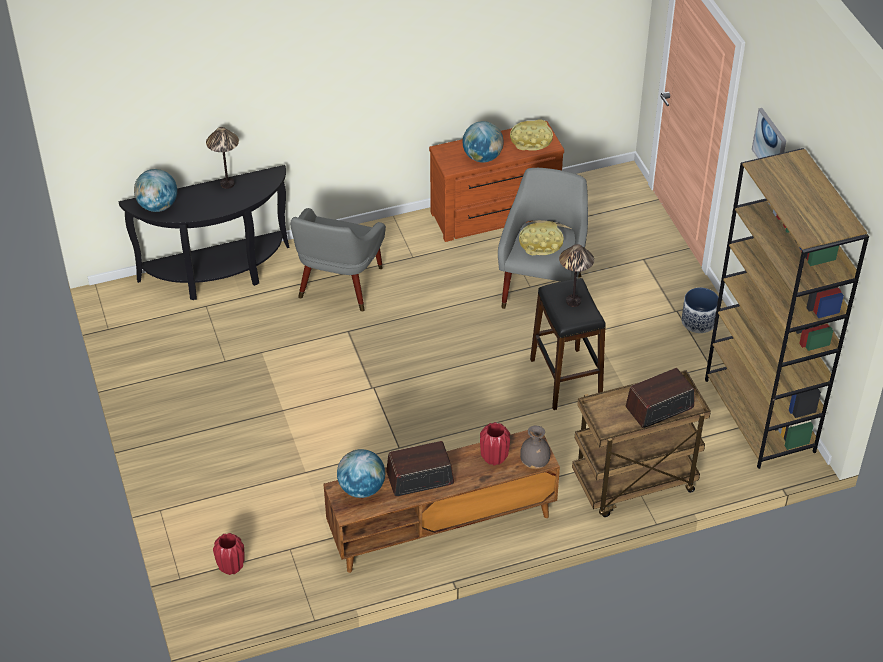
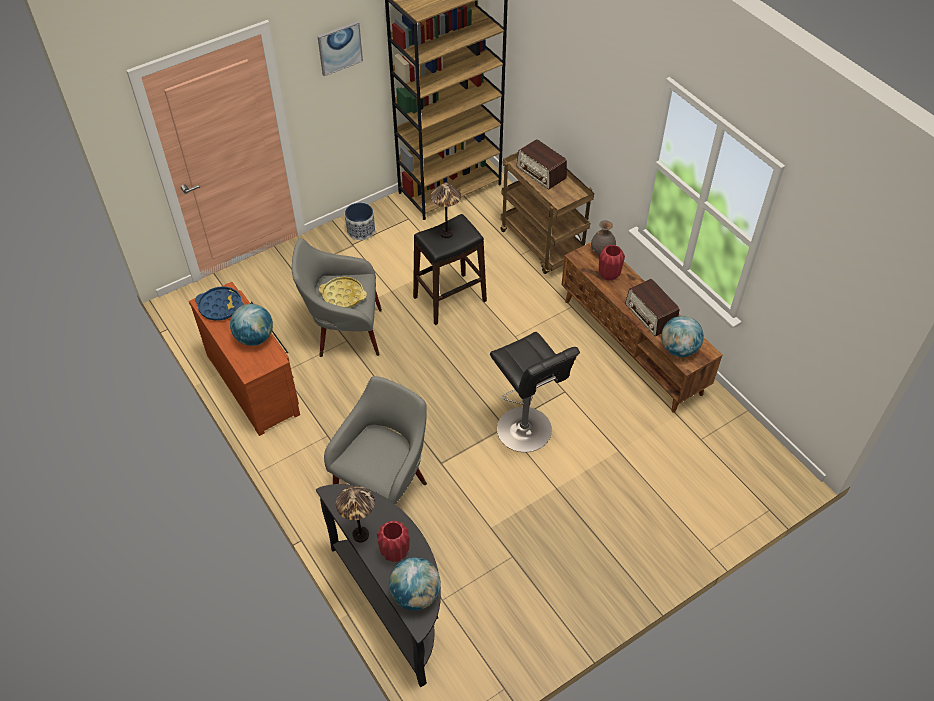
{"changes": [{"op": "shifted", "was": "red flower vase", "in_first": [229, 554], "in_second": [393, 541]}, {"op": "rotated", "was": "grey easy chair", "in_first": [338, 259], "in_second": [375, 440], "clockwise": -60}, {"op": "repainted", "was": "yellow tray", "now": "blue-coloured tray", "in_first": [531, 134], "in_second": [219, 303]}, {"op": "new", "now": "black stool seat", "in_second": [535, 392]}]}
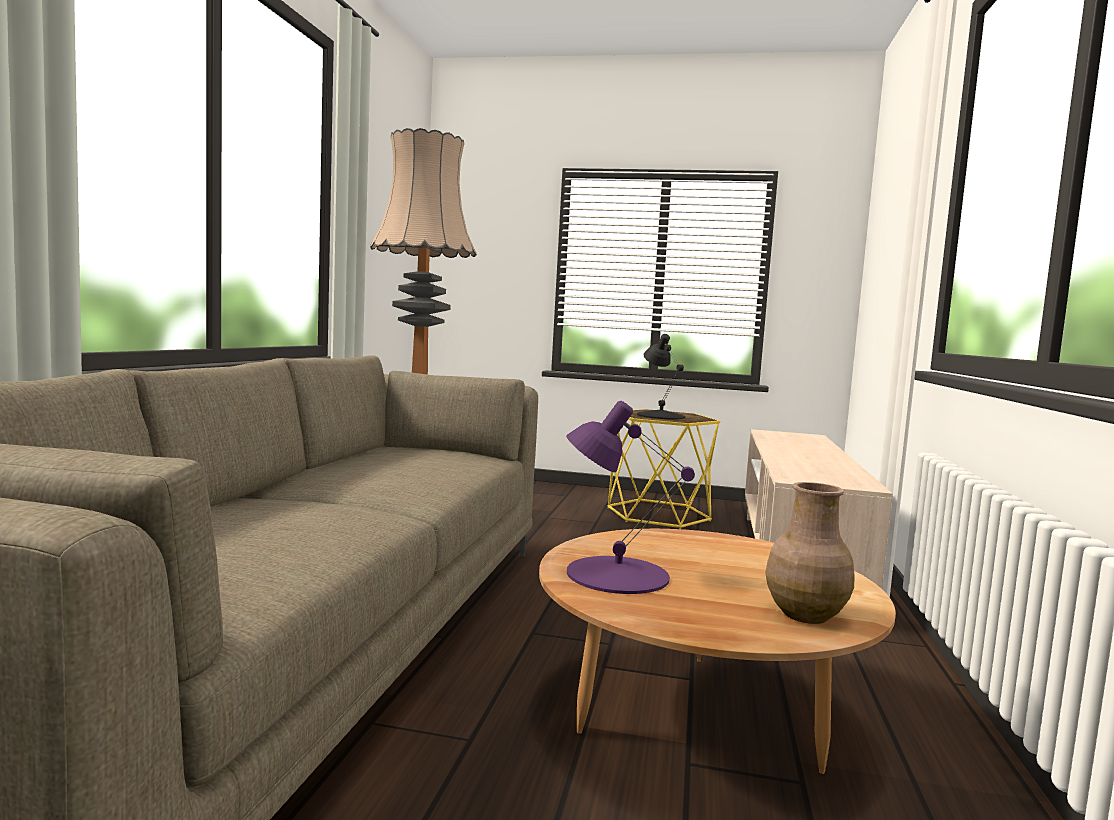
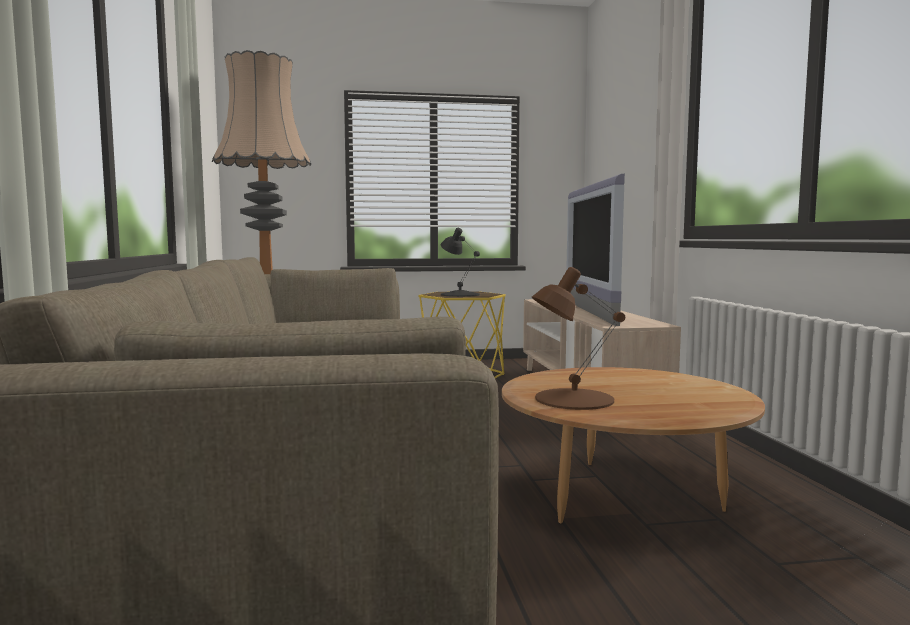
{"changes": [{"op": "repainted", "was": "purplish tabletop lamp", "now": "brown tabletop lamp", "in_first": [630, 497], "in_second": [578, 338]}, {"op": "gone", "was": "brown flower vase", "in_first": [809, 553]}, {"op": "new", "now": "TV", "in_second": [595, 250]}]}
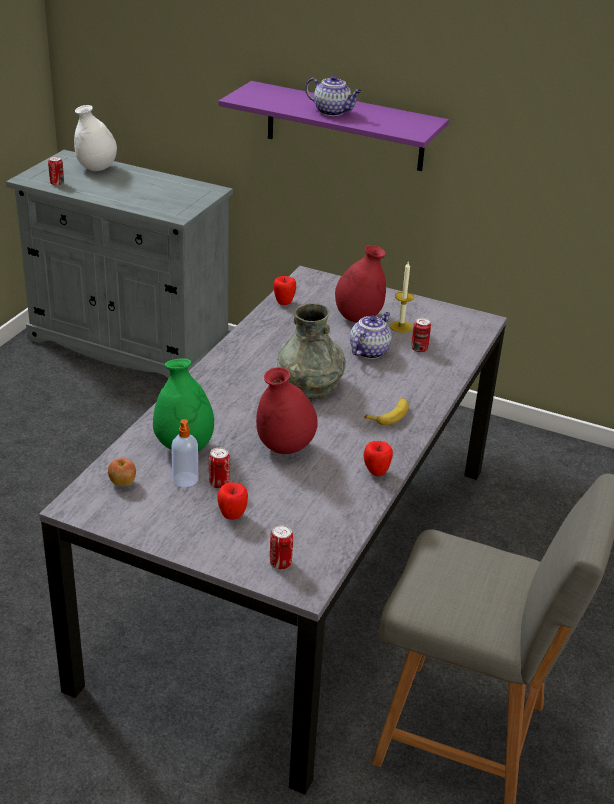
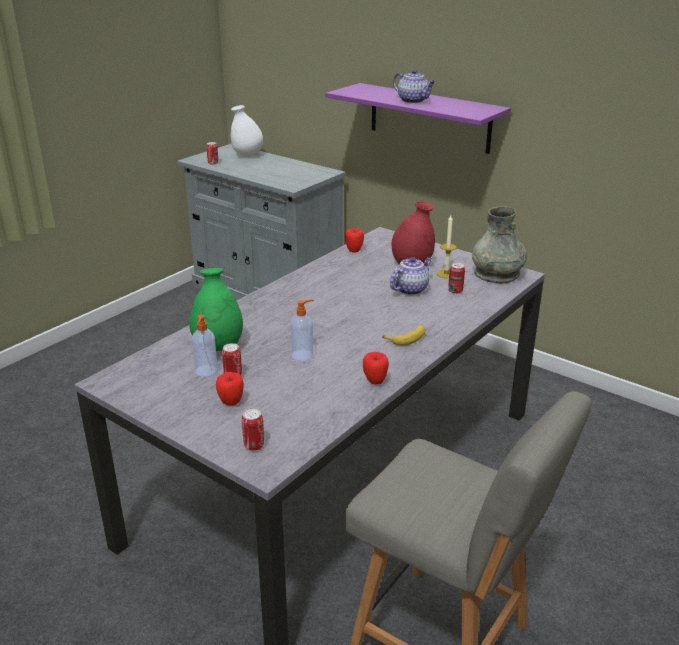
{"changes": [{"op": "gone", "was": "whole apple", "in_first": [122, 472]}, {"op": "swapped", "was": "red flower vase", "now": "soap bottle", "in_first": [287, 410], "in_second": [302, 330]}, {"op": "shifted", "was": "grey flower vase", "in_first": [311, 351], "in_second": [499, 244]}]}
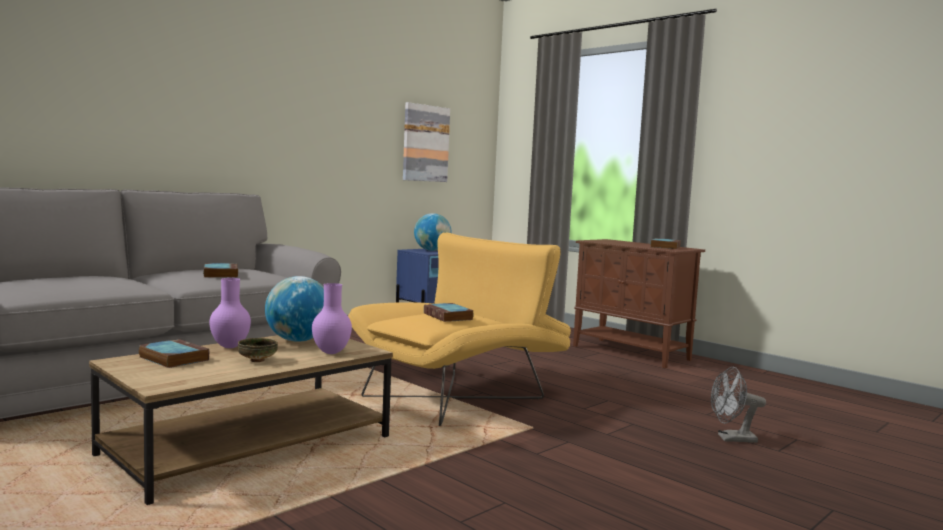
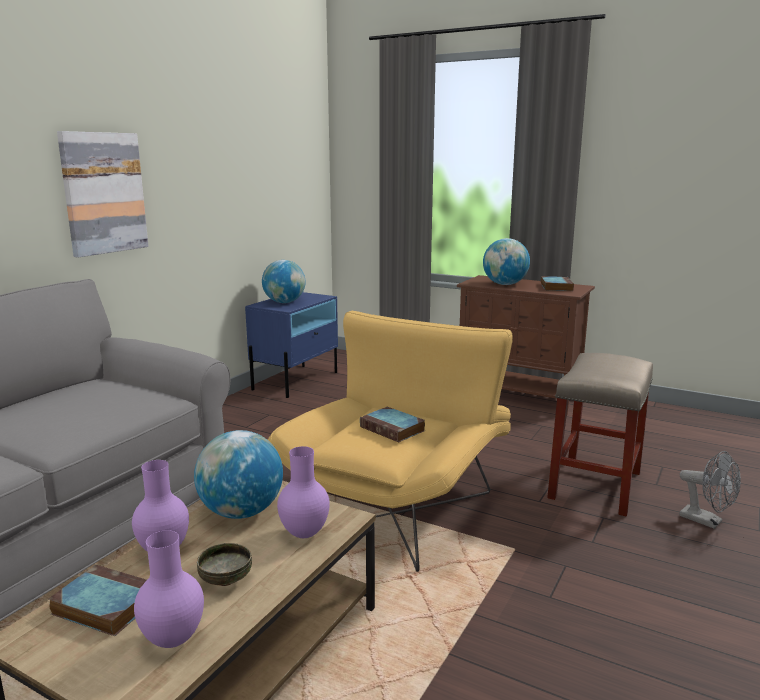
{"changes": [{"op": "gone", "was": "volume", "in_first": [220, 270]}, {"op": "shifted", "was": "picture", "in_first": [426, 142], "in_second": [102, 194]}, {"op": "rotated", "was": "grey cooling fan", "in_first": [738, 405], "in_second": [710, 490], "clockwise": -120}, {"op": "new", "now": "purplish flower vase", "in_second": [169, 589]}, {"op": "new", "now": "desk globe", "in_second": [506, 261]}, {"op": "new", "now": "beige-coloured stool seat", "in_second": [600, 435]}]}
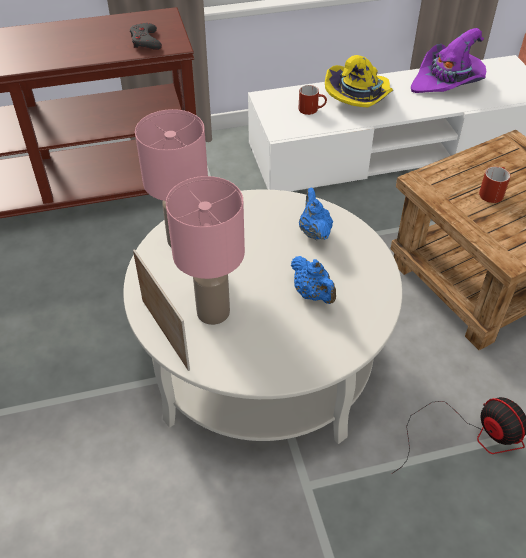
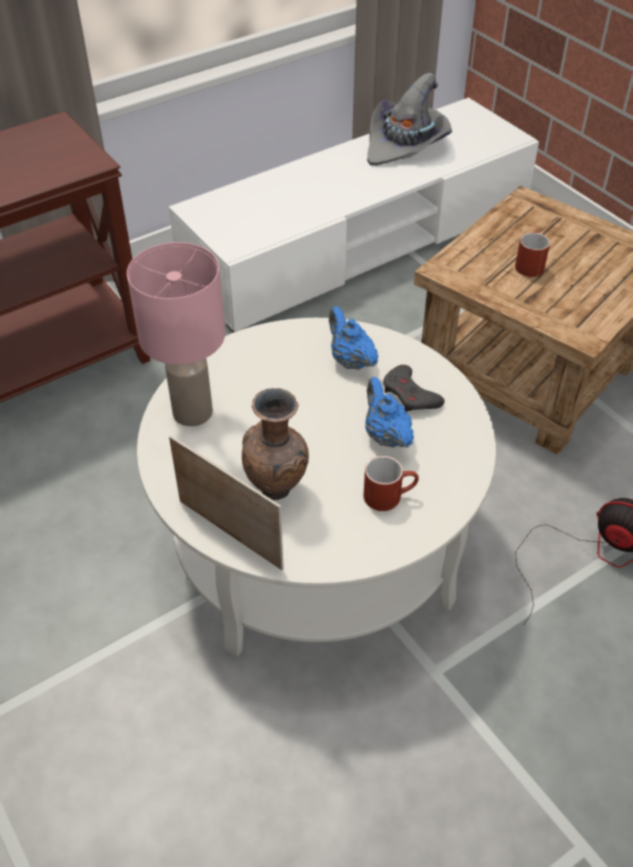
{"changes": [{"op": "shifted", "was": "grey game controller", "in_first": [146, 36], "in_second": [414, 388]}, {"op": "swapped", "was": "pinkish tabletop lamp", "now": "brown flower vase", "in_first": [205, 250], "in_second": [275, 444]}, {"op": "rotated", "was": "blue-coloured tea pot", "in_first": [313, 280], "in_second": [389, 412], "clockwise": -150}, {"op": "shifted", "was": "red tea mug", "in_first": [313, 100], "in_second": [391, 483]}, {"op": "gone", "was": "yellow hat", "in_first": [359, 81]}, {"op": "repainted", "was": "purplish hat", "now": "grey hat", "in_first": [448, 60], "in_second": [409, 119]}]}
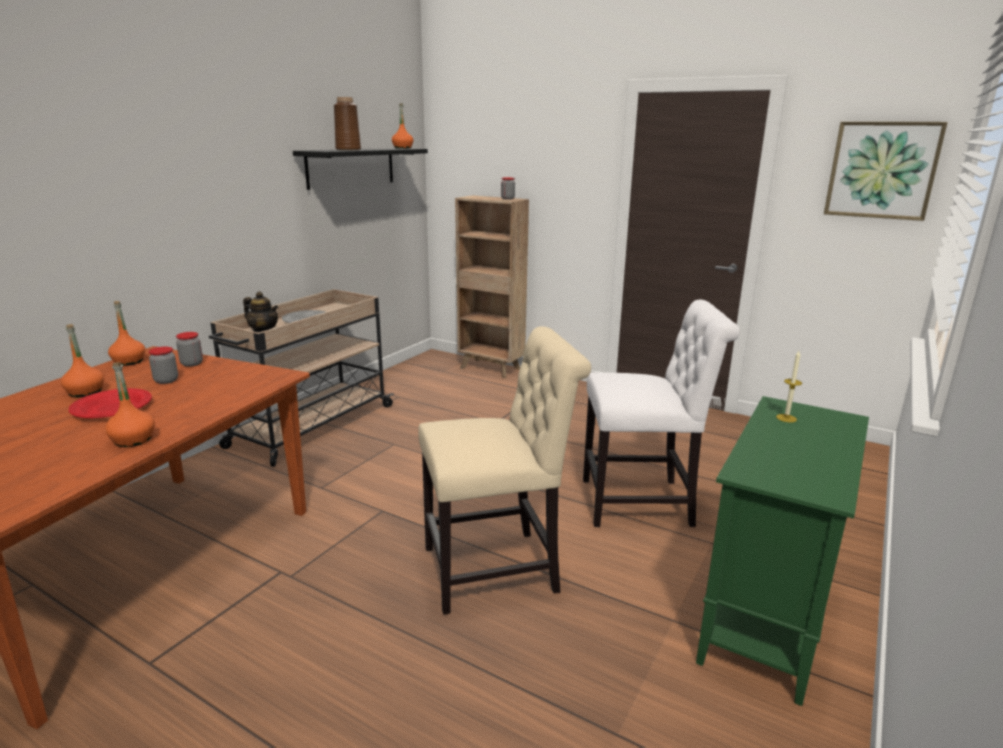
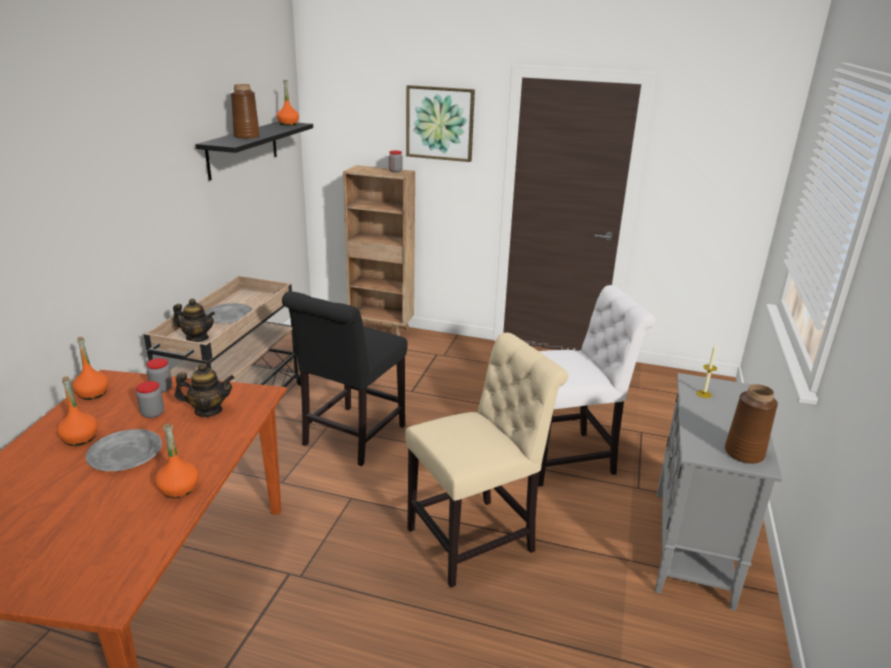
{"changes": [{"op": "repainted", "was": "red plate", "now": "grey plate", "in_first": [110, 403], "in_second": [124, 450]}, {"op": "repainted", "was": "green cabinet", "now": "grey cabinet", "in_first": [782, 551], "in_second": [718, 492]}, {"op": "shifted", "was": "picture", "in_first": [886, 171], "in_second": [440, 123]}, {"op": "new", "now": "tea pot", "in_second": [204, 390]}, {"op": "new", "now": "black chair", "in_second": [344, 378]}, {"op": "new", "now": "brown flower vase", "in_second": [751, 424]}]}
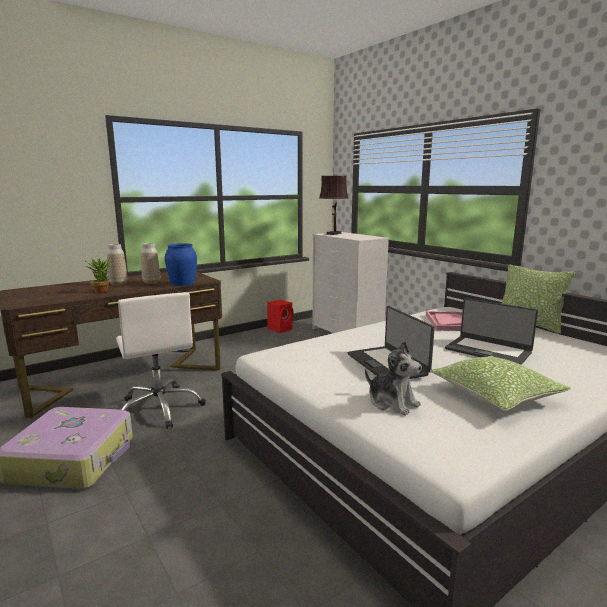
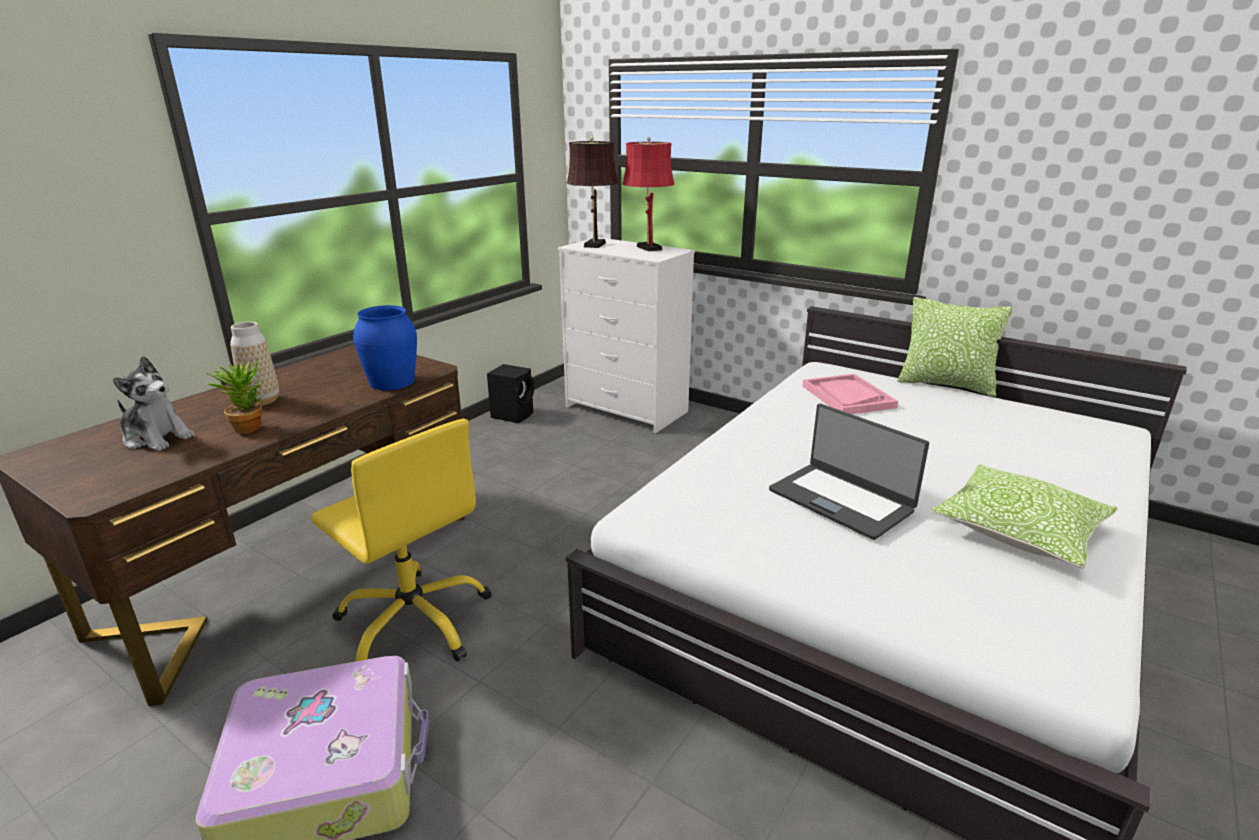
{"changes": [{"op": "repainted", "was": "white-coloured office chair", "now": "yellow office chair", "in_first": [161, 360], "in_second": [401, 540]}, {"op": "gone", "was": "flower vase", "in_first": [150, 263]}, {"op": "repainted", "was": "red audio speaker", "now": "black audio speaker", "in_first": [280, 316], "in_second": [510, 393]}, {"op": "shifted", "was": "cuddly toy", "in_first": [393, 378], "in_second": [154, 403]}, {"op": "gone", "was": "portable computer", "in_first": [491, 331]}, {"op": "new", "now": "red tabletop lamp", "in_second": [648, 194]}]}
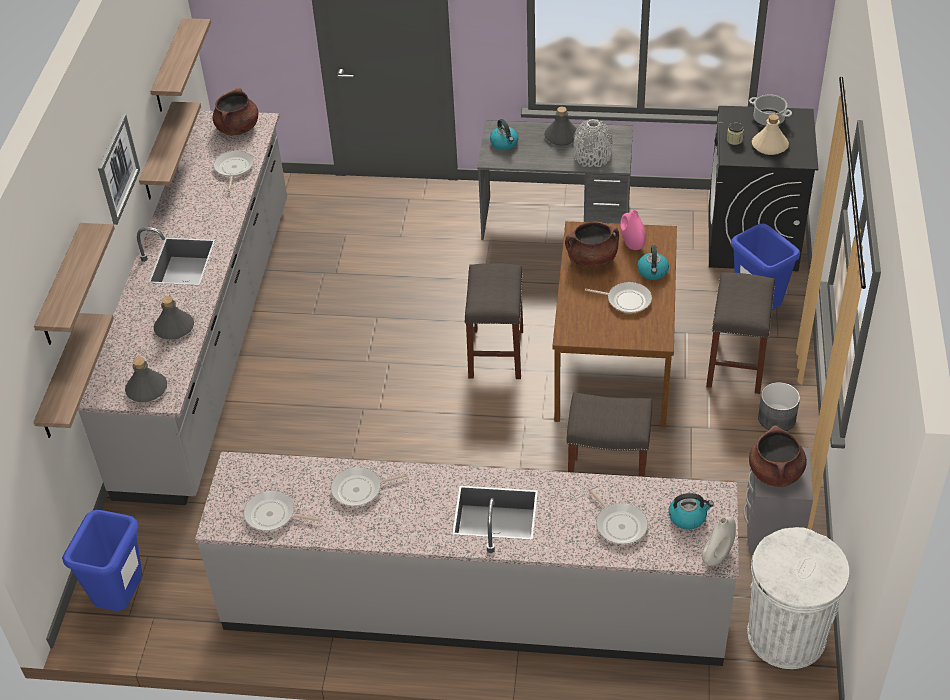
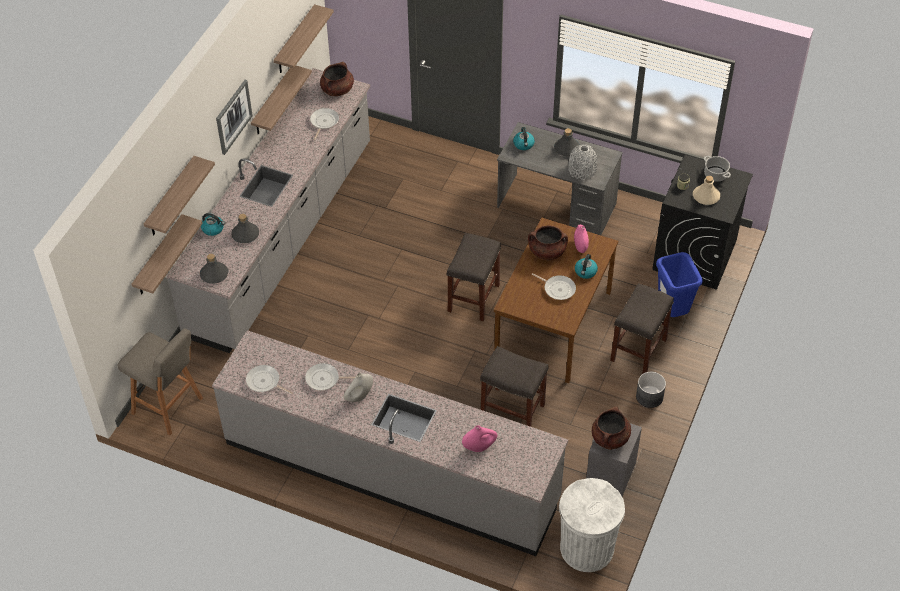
{"changes": [{"op": "swapped", "was": "blue-coloured rubbish bin", "now": "grey stool seat", "in_first": [102, 560], "in_second": [160, 381]}, {"op": "swapped", "was": "frying pan", "now": "pinkish flower vase", "in_first": [618, 516], "in_second": [479, 438]}, {"op": "shifted", "was": "water kettle", "in_first": [691, 511], "in_second": [213, 224]}, {"op": "shifted", "was": "white-coloured flower vase", "in_first": [719, 541], "in_second": [358, 387]}]}
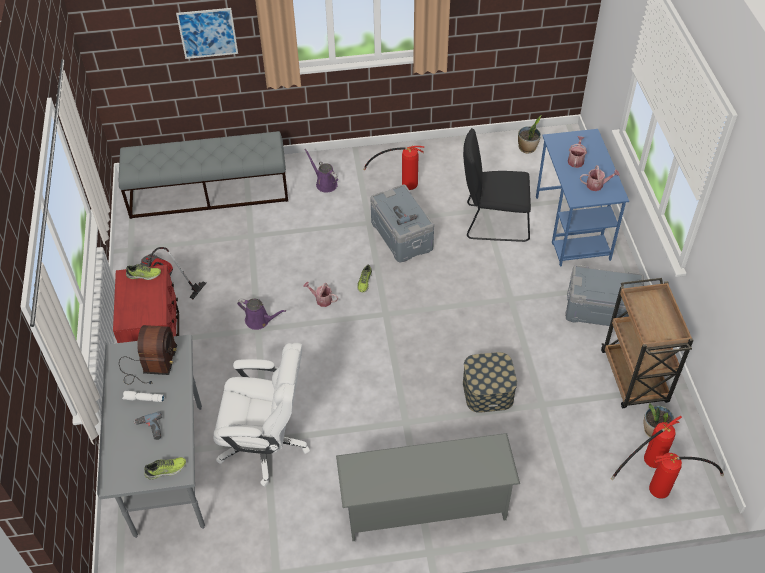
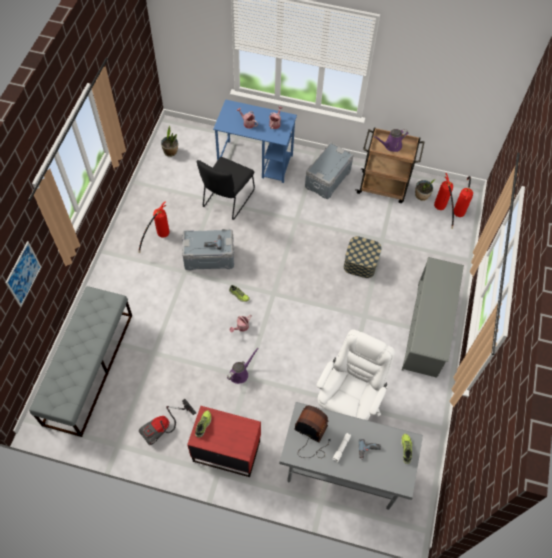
{"changes": [{"op": "shifted", "was": "purplish watering can", "in_first": [321, 170], "in_second": [390, 140]}]}
